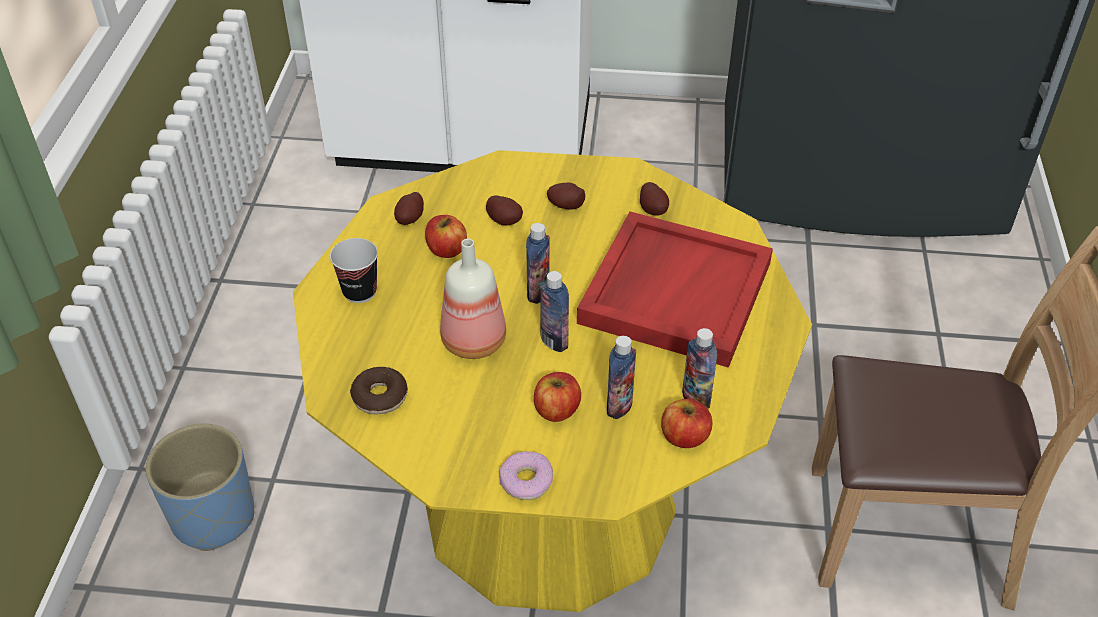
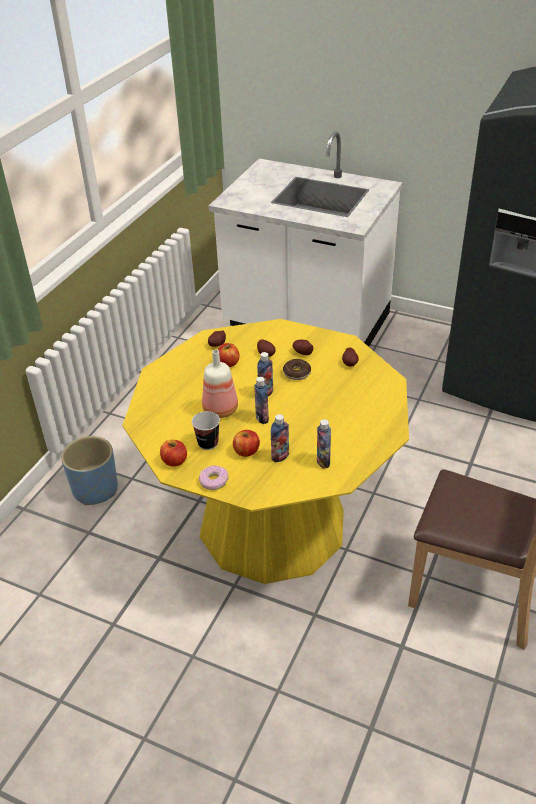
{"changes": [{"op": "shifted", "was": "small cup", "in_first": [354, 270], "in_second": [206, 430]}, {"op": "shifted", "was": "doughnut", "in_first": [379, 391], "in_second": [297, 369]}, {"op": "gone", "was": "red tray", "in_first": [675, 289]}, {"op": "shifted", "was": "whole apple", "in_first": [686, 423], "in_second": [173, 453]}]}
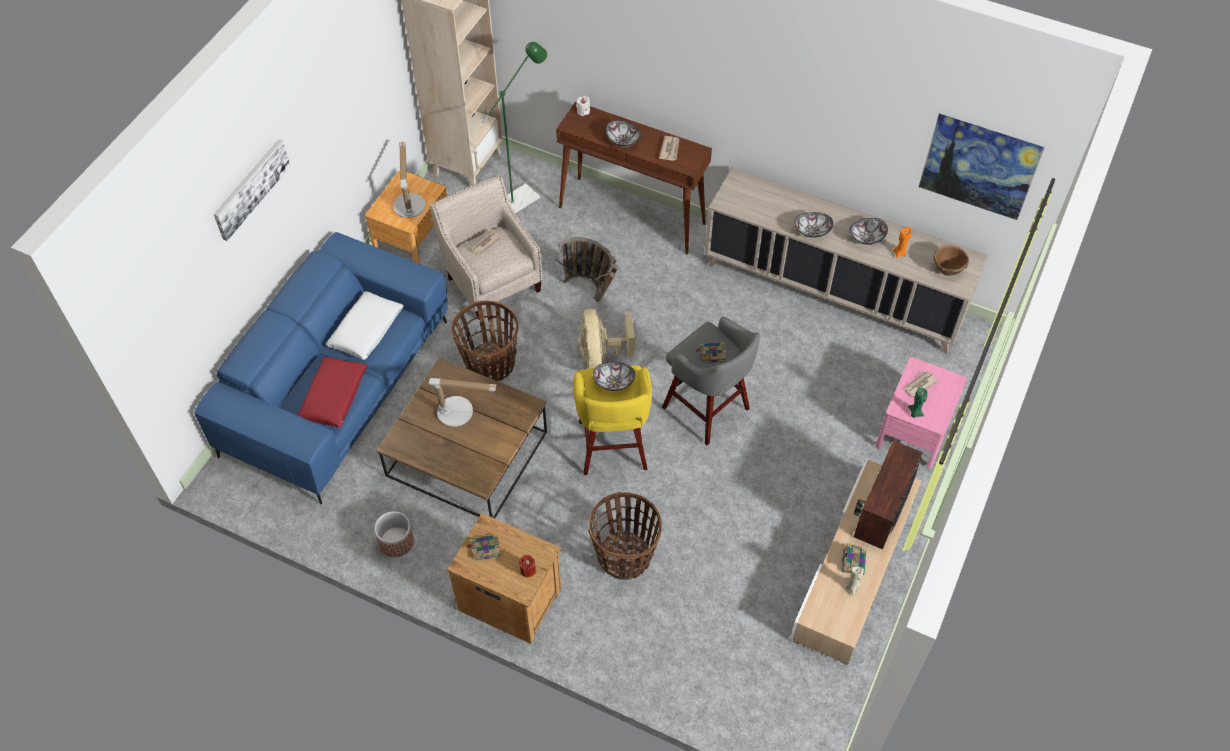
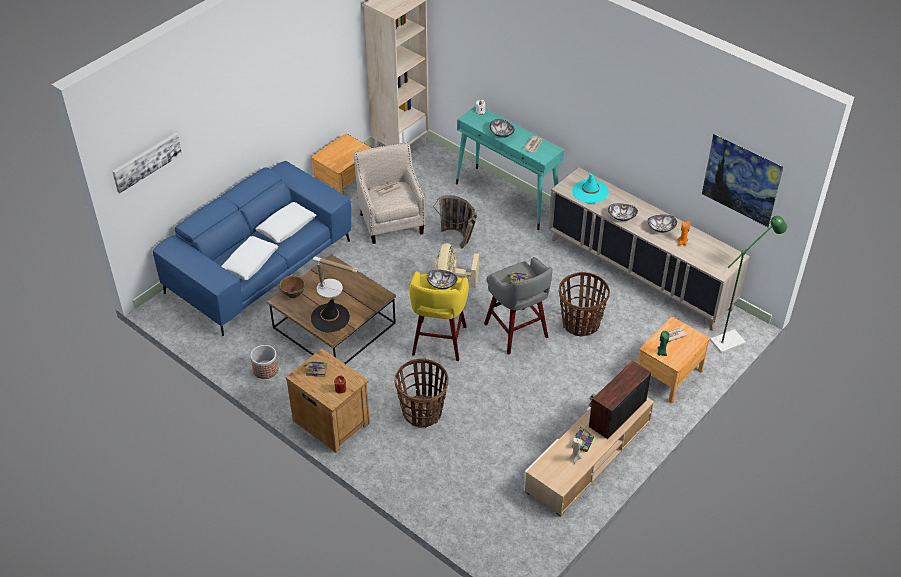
{"changes": [{"op": "shifted", "was": "picture", "in_first": [252, 190], "in_second": [147, 163]}, {"op": "repainted", "was": "red cushion", "now": "white-coloured cushion", "in_first": [332, 392], "in_second": [250, 258]}, {"op": "gone", "was": "tabletop lamp", "in_first": [409, 180]}, {"op": "shifted", "was": "basket", "in_first": [485, 341], "in_second": [584, 304]}, {"op": "shifted", "was": "green floor lamp", "in_first": [514, 128], "in_second": [748, 284]}, {"op": "repainted", "was": "brown console table", "now": "turquoise-coloured console table", "in_first": [634, 178], "in_second": [510, 168]}, {"op": "repainted", "was": "pinkish bedside table", "now": "brown bedside table", "in_first": [921, 413], "in_second": [673, 360]}, {"op": "shifted", "was": "brown bowl", "in_first": [951, 260], "in_second": [292, 287]}, {"op": "new", "now": "black hat", "in_second": [330, 315]}, {"op": "new", "now": "turquoise-coloured hat", "in_second": [590, 188]}]}
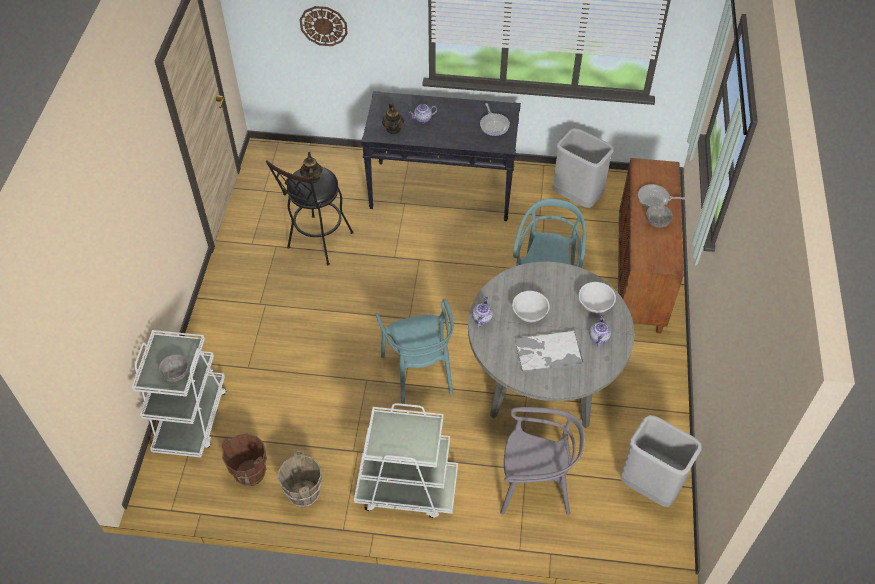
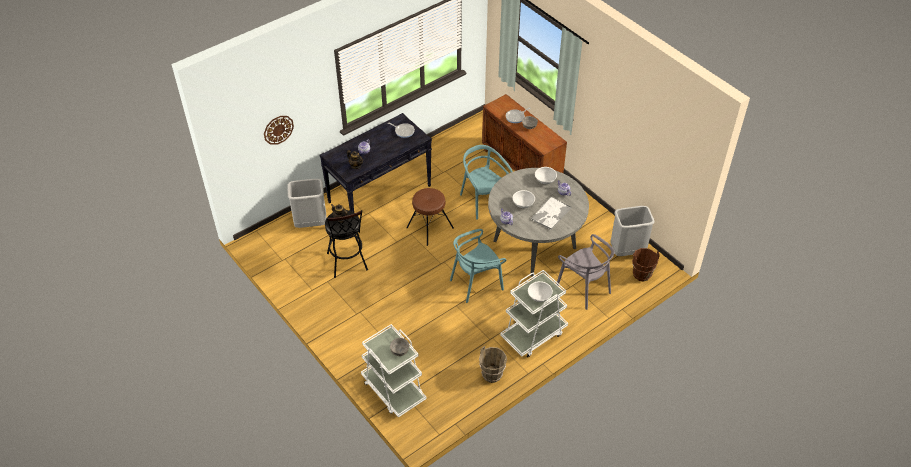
{"changes": [{"op": "shifted", "was": "brown bucket", "in_first": [244, 459], "in_second": [646, 265]}, {"op": "rotated", "was": "turquoise-coloured chair", "in_first": [414, 351], "in_second": [478, 266], "clockwise": 120}, {"op": "rotated", "was": "grey chair", "in_first": [542, 461], "in_second": [585, 272], "clockwise": 90}, {"op": "shifted", "was": "grey rubbish bin", "in_first": [583, 168], "in_second": [307, 203]}, {"op": "new", "now": "brown stool seat", "in_second": [430, 217]}, {"op": "new", "now": "white-coloured bowl", "in_second": [540, 291]}]}
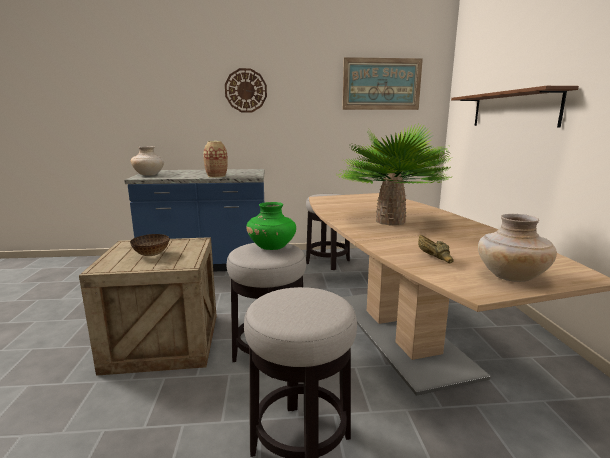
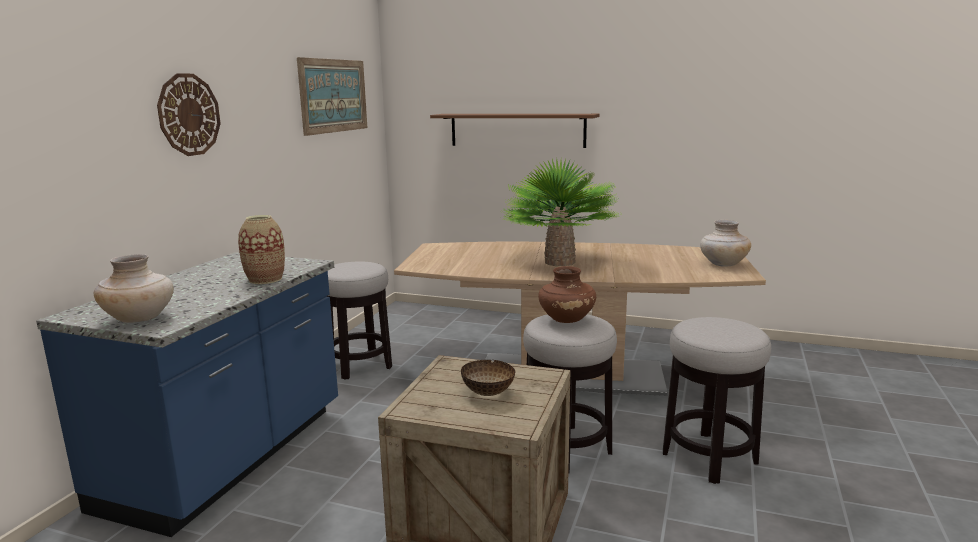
{"changes": [{"op": "repainted", "was": "green flower vase", "now": "brown flower vase", "in_first": [271, 226], "in_second": [567, 294]}, {"op": "gone", "was": "brown bowl", "in_first": [436, 249]}]}
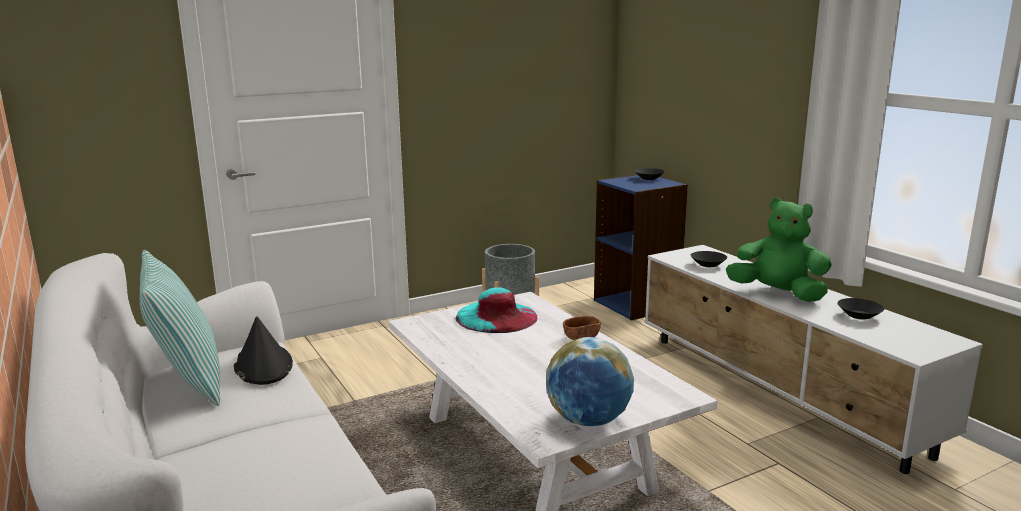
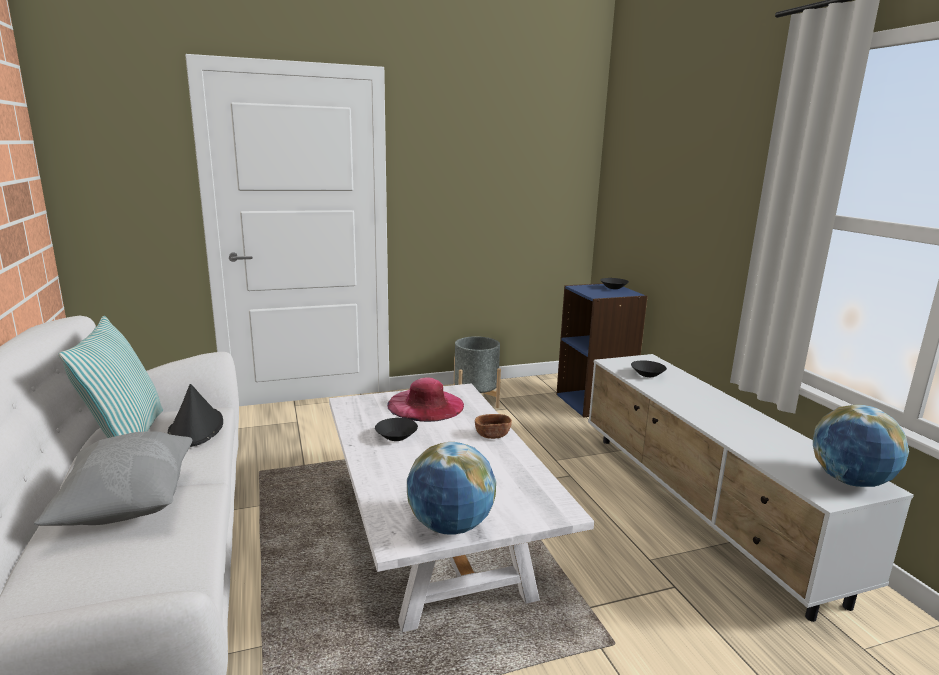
{"changes": [{"op": "repainted", "was": "turquoise-coloured hat", "now": "pinkish hat", "in_first": [496, 310], "in_second": [425, 399]}, {"op": "gone", "was": "green cuddly toy", "in_first": [779, 250]}, {"op": "shifted", "was": "black bowl", "in_first": [861, 309], "in_second": [396, 429]}, {"op": "new", "now": "grey cushion", "in_second": [113, 478]}, {"op": "new", "now": "desk globe", "in_second": [861, 446]}]}
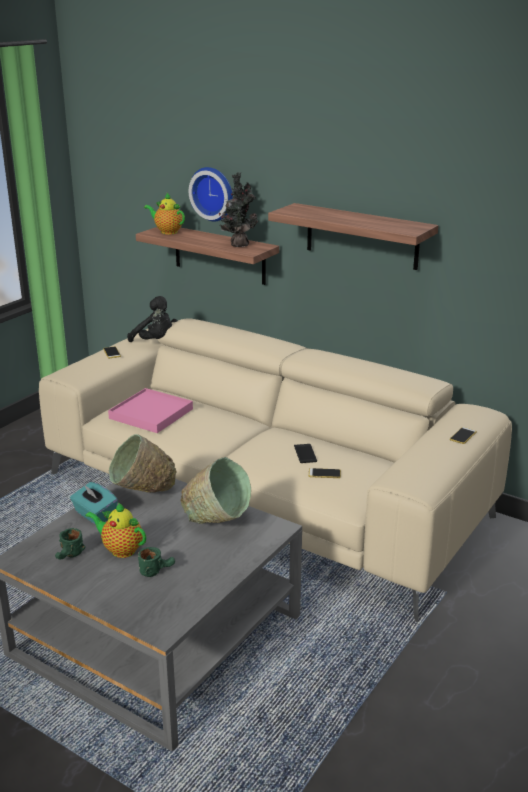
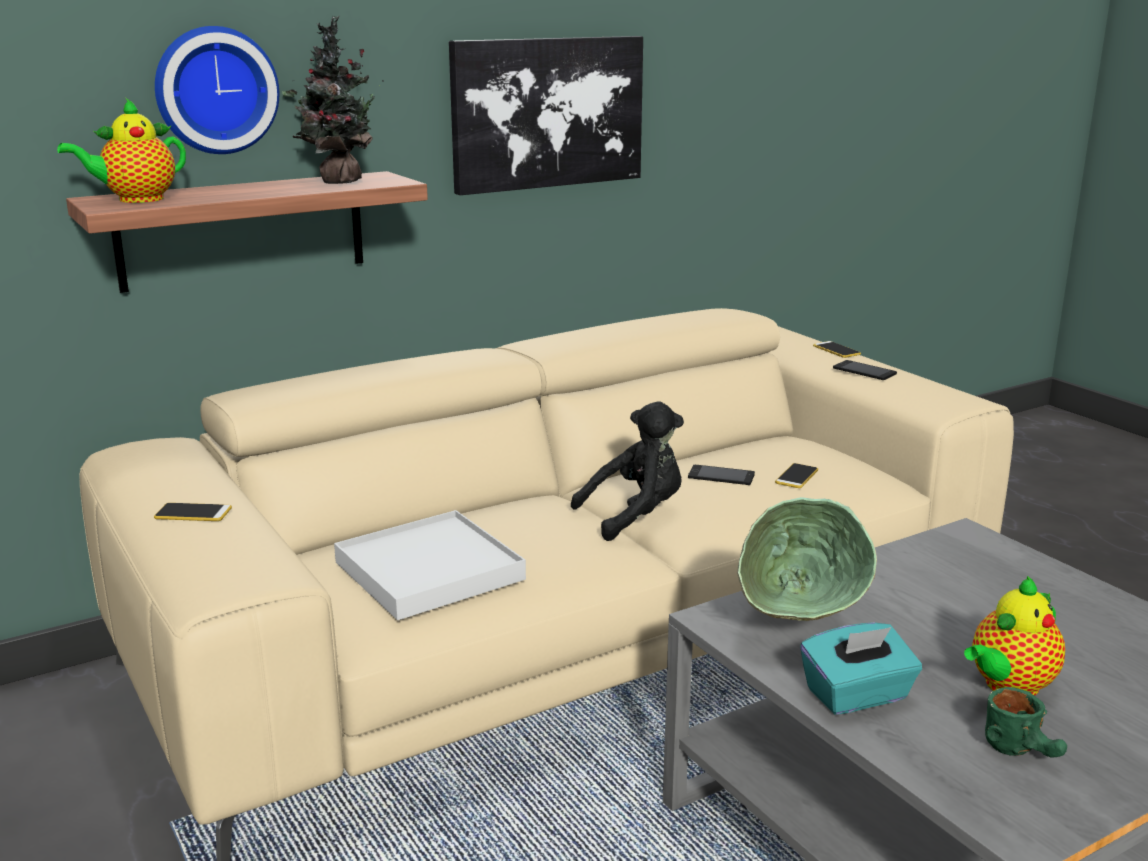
{"changes": [{"op": "repainted", "was": "pinkish tray", "now": "white-coloured tray", "in_first": [150, 410], "in_second": [430, 565]}, {"op": "shifted", "was": "black cuddly toy", "in_first": [152, 319], "in_second": [627, 471]}, {"op": "gone", "was": "green tea mug", "in_first": [156, 562]}, {"op": "gone", "was": "green bowl", "in_first": [216, 490]}, {"op": "swapped", "was": "wall shelf", "now": "picture", "in_first": [353, 236], "in_second": [546, 115]}, {"op": "new", "now": "phone", "in_second": [865, 370]}]}
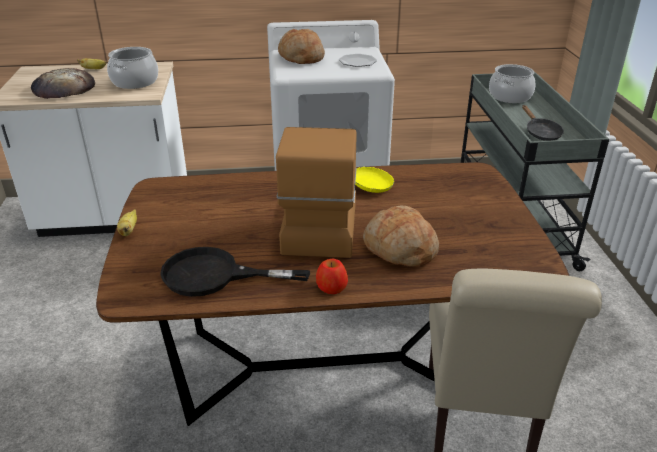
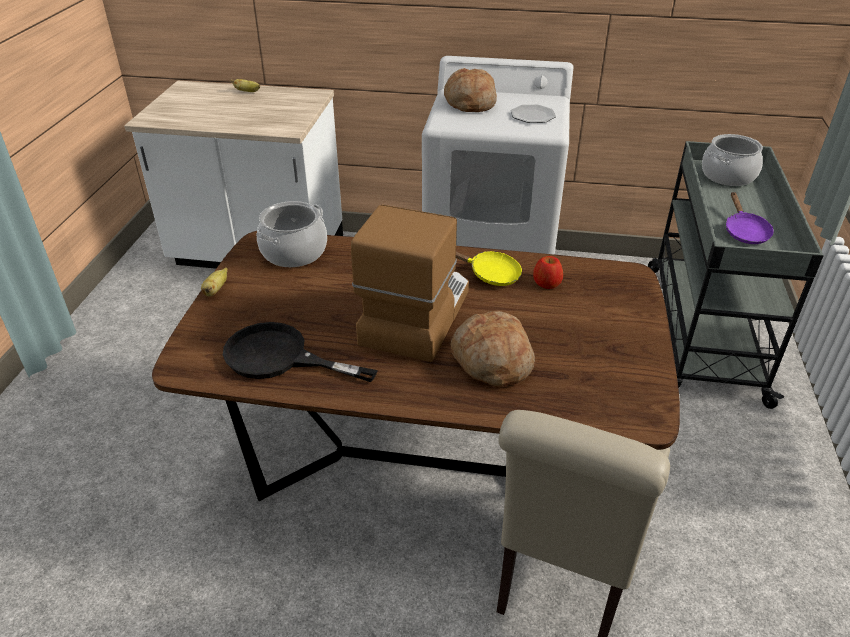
{"changes": [{"op": "gone", "was": "bakery bread", "in_first": [63, 83]}, {"op": "shifted", "was": "cooking pot", "in_first": [132, 68], "in_second": [291, 234]}, {"op": "shifted", "was": "whole apple", "in_first": [332, 276], "in_second": [548, 272]}, {"op": "repainted", "was": "black frying pan", "now": "purplish frying pan", "in_first": [543, 123], "in_second": [750, 218]}]}
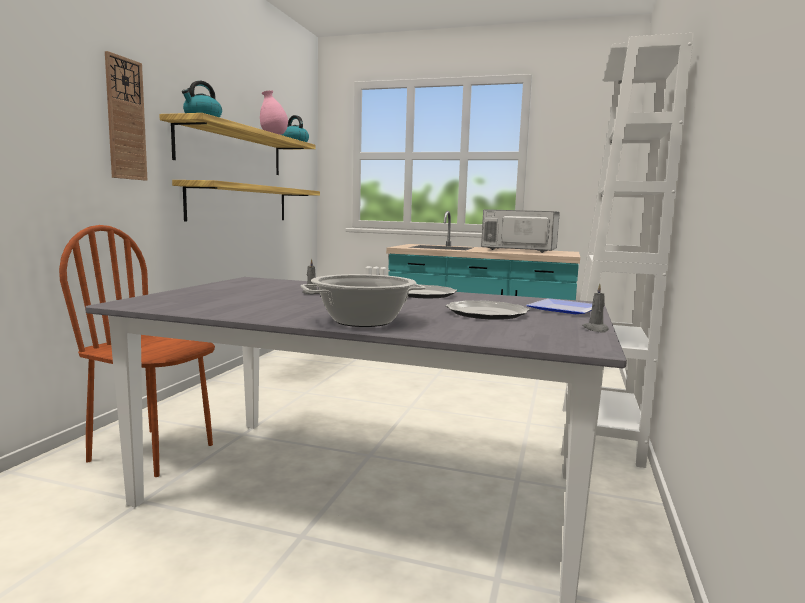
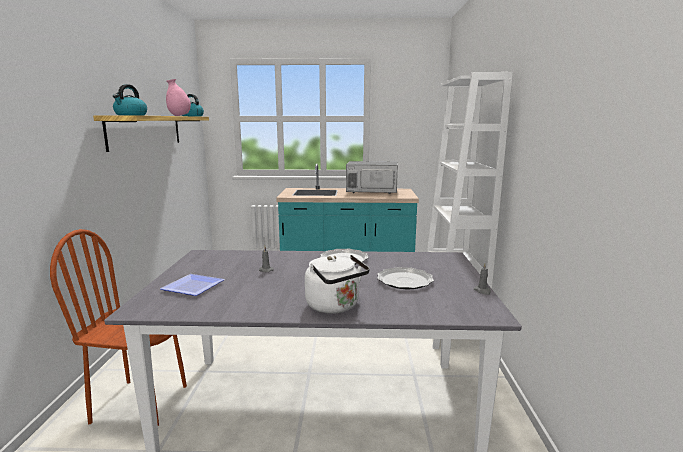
{"changes": [{"op": "gone", "was": "wall clock", "in_first": [126, 116]}, {"op": "gone", "was": "wall shelf", "in_first": [246, 200]}, {"op": "swapped", "was": "cooking pot", "now": "white-coloured water kettle", "in_first": [363, 300], "in_second": [337, 284]}, {"op": "shifted", "was": "plate", "in_first": [559, 306], "in_second": [192, 285]}]}
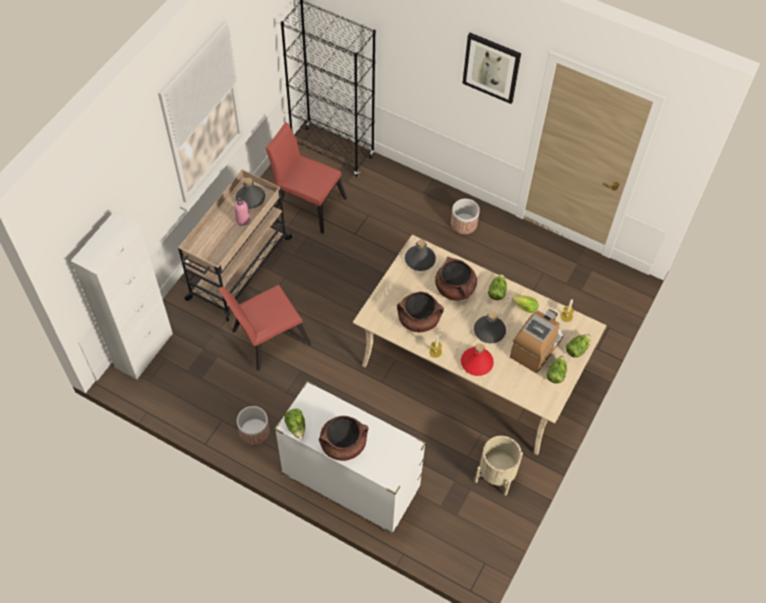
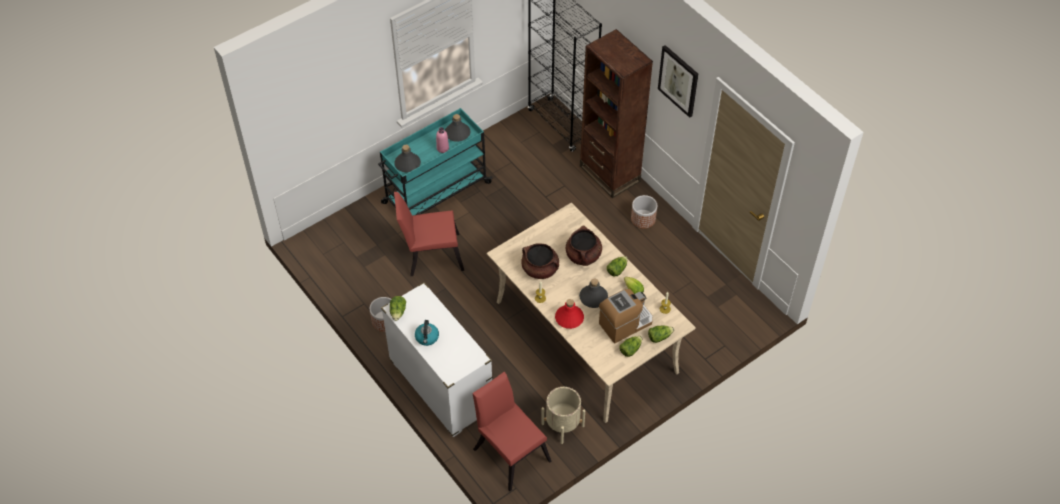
{"changes": [{"op": "gone", "was": "white-coloured cabinet", "in_first": [122, 295]}, {"op": "repainted", "was": "beige-coloured cart", "now": "turquoise-coloured cart", "in_first": [235, 245], "in_second": [435, 161]}, {"op": "shifted", "was": "red chair", "in_first": [306, 178], "in_second": [511, 431]}, {"op": "swapped", "was": "brown cooking pot", "now": "water kettle", "in_first": [343, 438], "in_second": [427, 333]}, {"op": "shifted", "was": "grey beverage bottle", "in_first": [420, 255], "in_second": [407, 158]}, {"op": "new", "now": "brown bookshelf", "in_second": [616, 113]}]}
